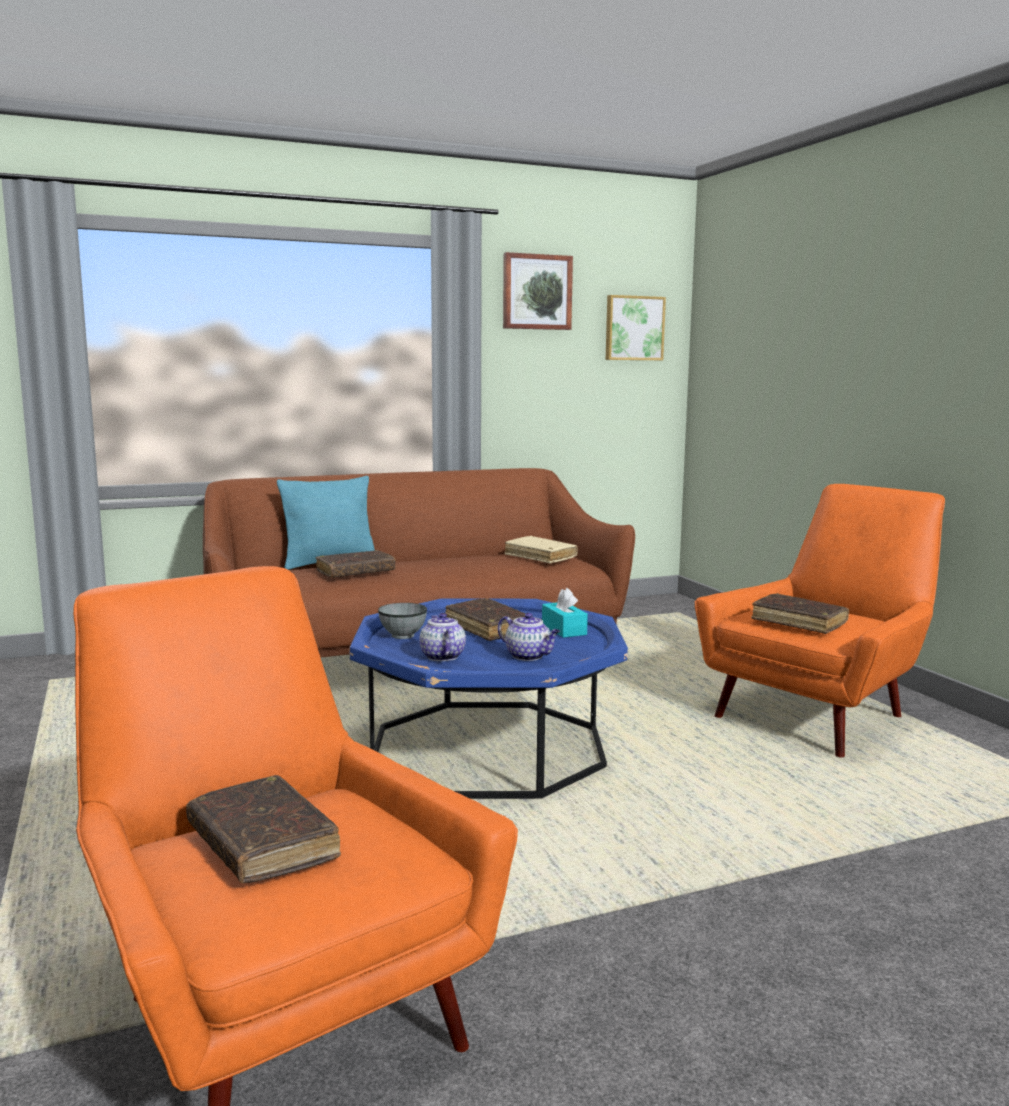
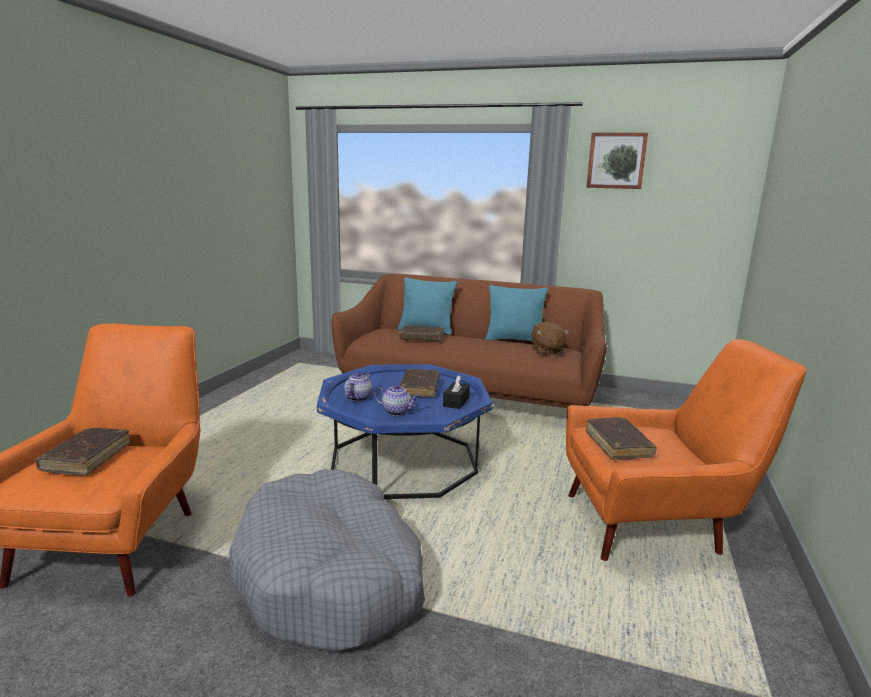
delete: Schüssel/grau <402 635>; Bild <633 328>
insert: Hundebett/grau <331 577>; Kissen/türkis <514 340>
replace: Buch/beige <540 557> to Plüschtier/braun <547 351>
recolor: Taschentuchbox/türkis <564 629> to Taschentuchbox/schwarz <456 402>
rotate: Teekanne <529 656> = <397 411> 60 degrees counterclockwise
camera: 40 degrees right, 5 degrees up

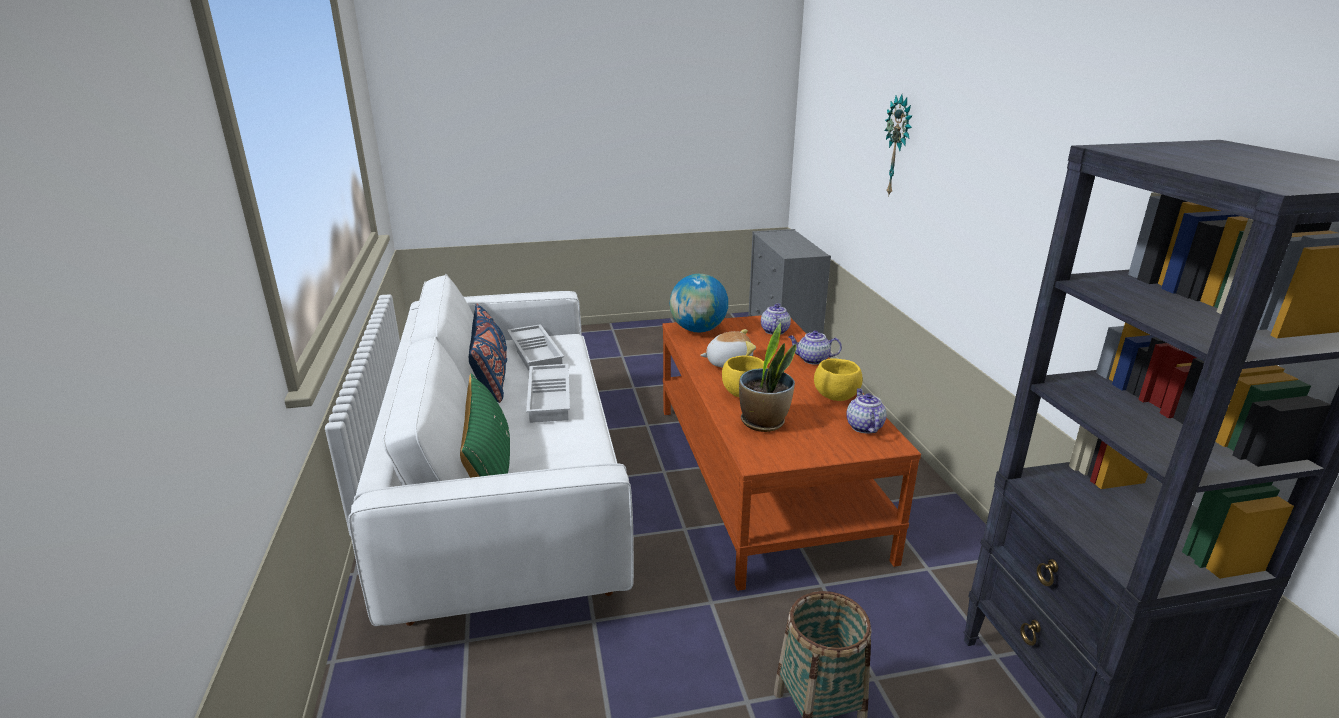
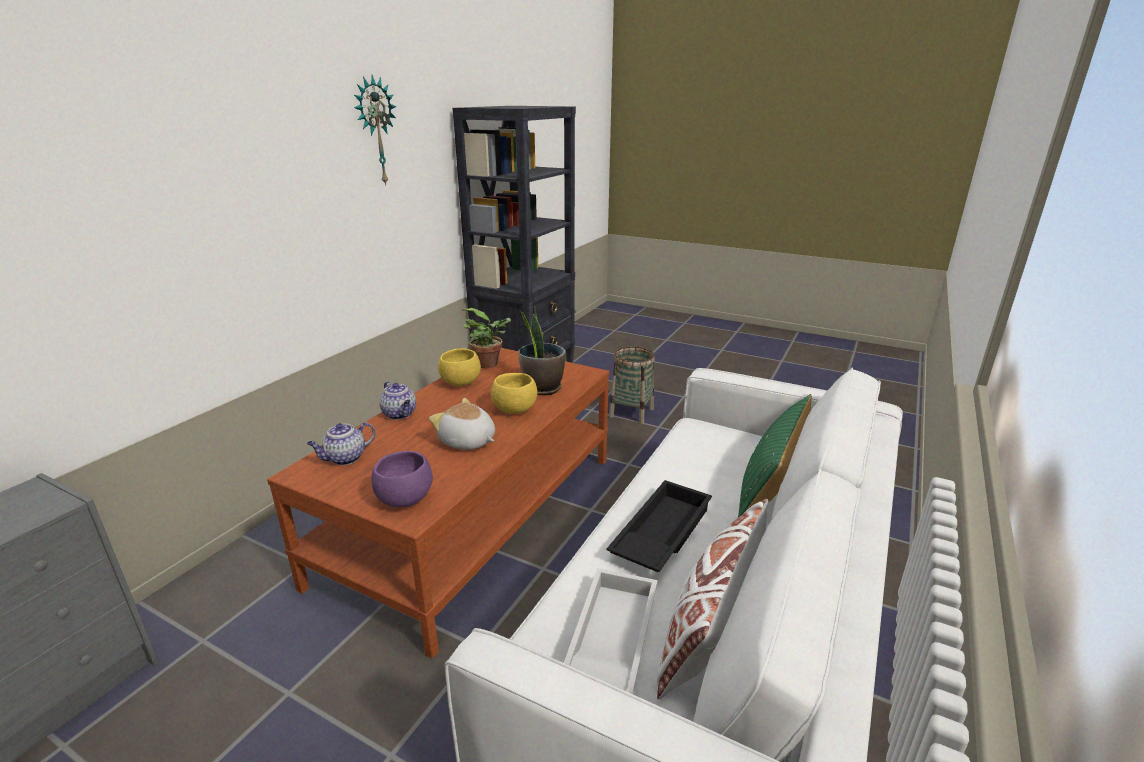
move: Wanduhr <899 146> to <375 132>
replace: Globus <698 330> to Schüssel/lila <405 500>; Teekanne <863 426> to Topfpflanze <490 364>
recolor: Kissen/blau <491 377> to Kissen/weiß <711 625>; Tablett/weiß <551 398> to Tablett/schwarz <660 533>
camera: 140 degrees left, 0 degrees up

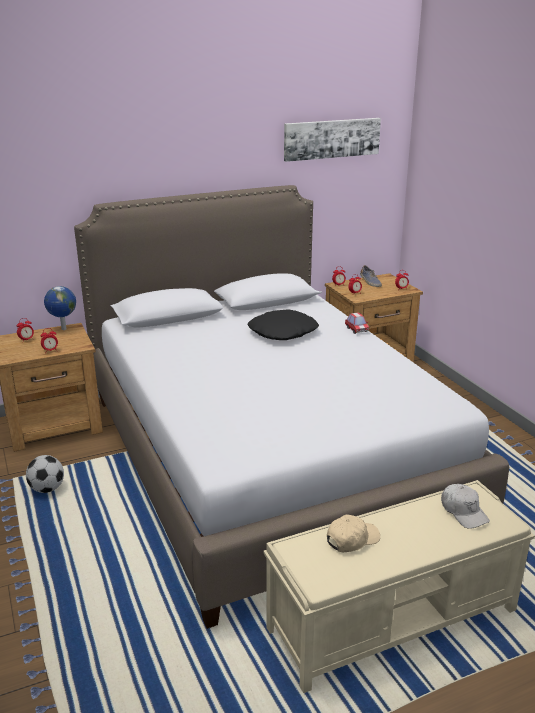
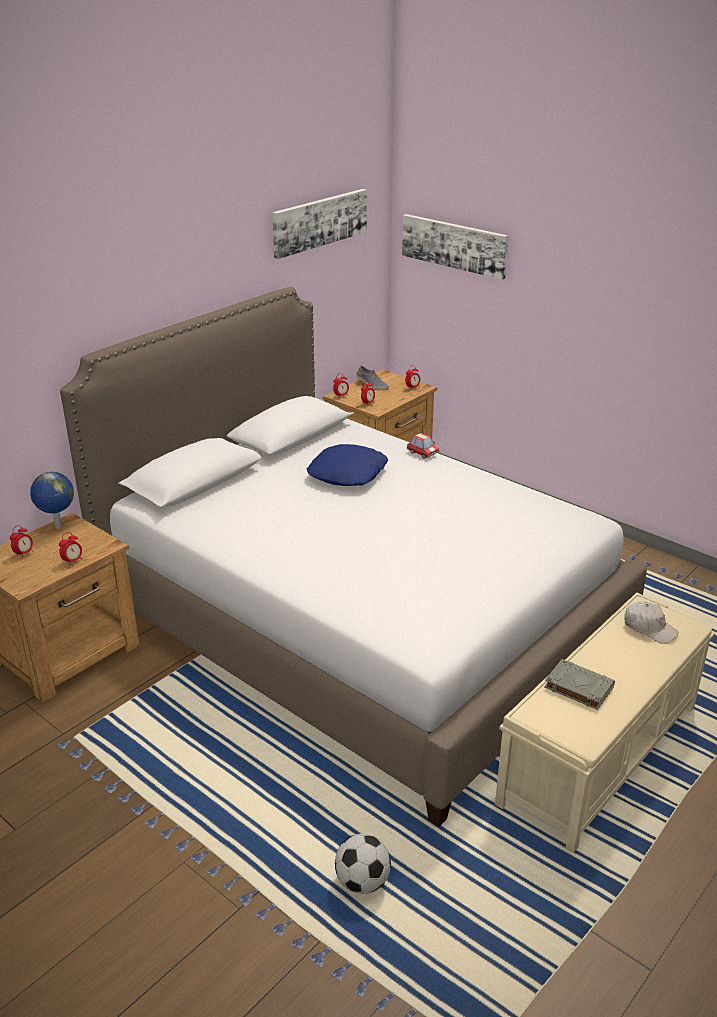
insert: Bild <454 245>
move: Fußball <47 489> to <362 882>
replace: Kappe/beige <352 539> to Buch/grau <578 687>
recolor: Kissen/schwarz <282 332> to Kissen/blau <347 473>
camera: 25 degrees left, 5 degrees up

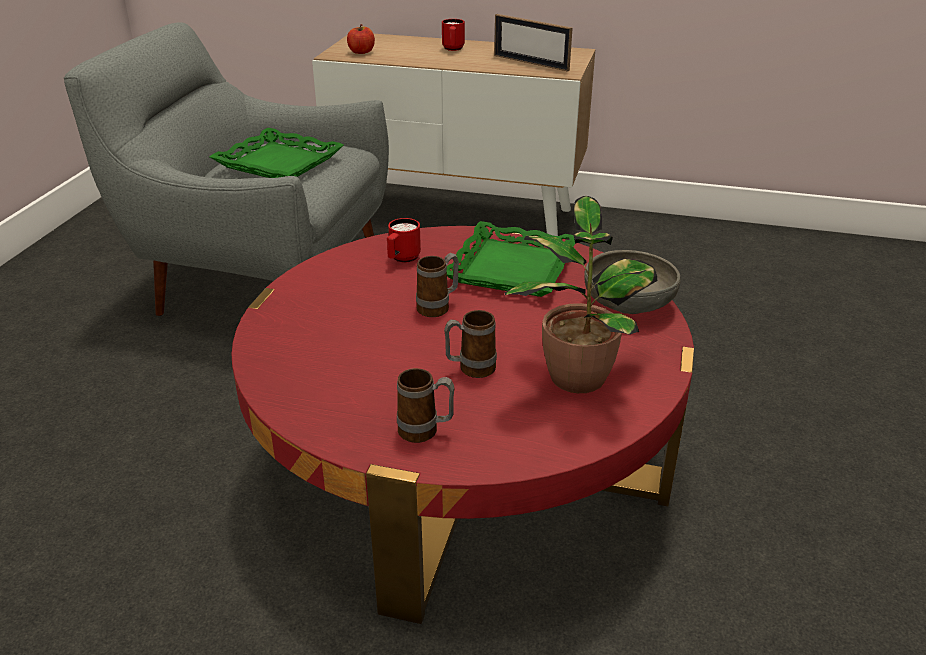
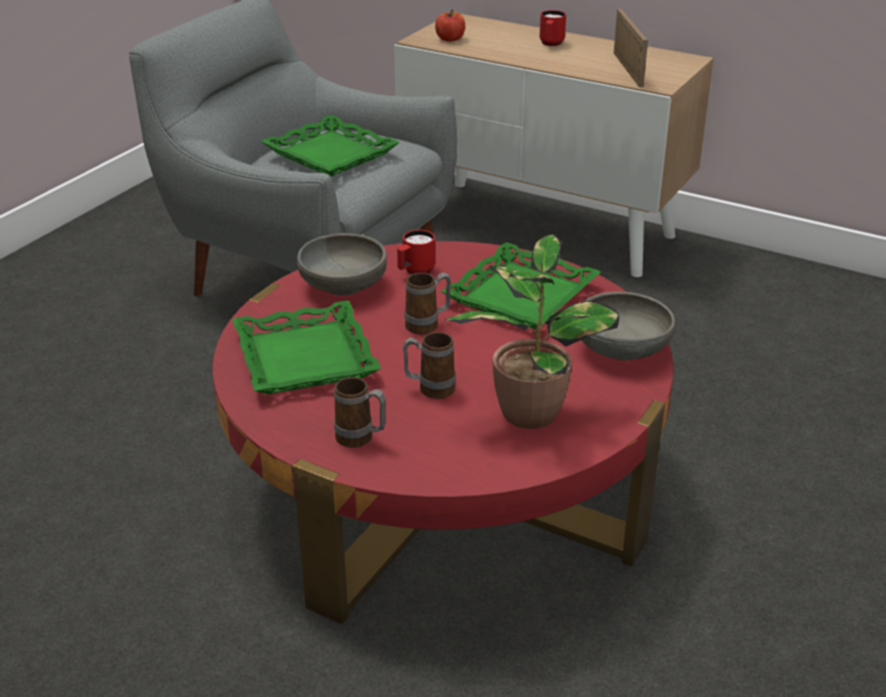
insert: Tablett/grün <304 358>; Schüssel/grau <343 285>
rotate: Bilderrahmen <531 63> = <627 69> 150 degrees counterclockwise
camera: 15 degrees right, 0 degrees up

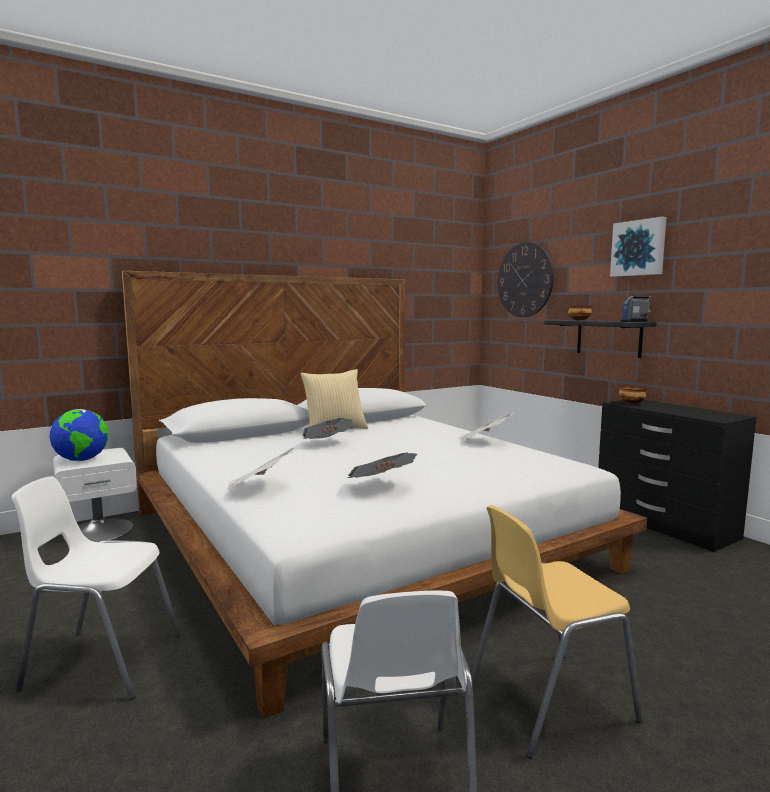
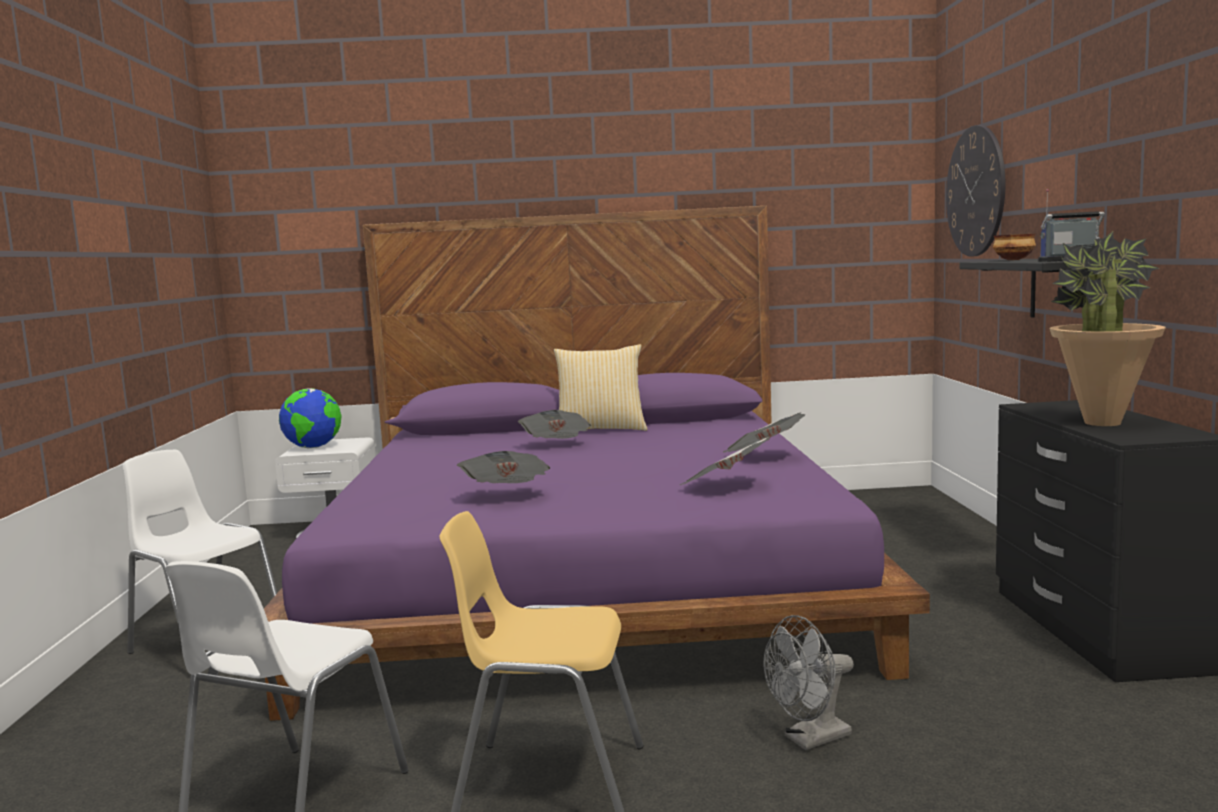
delete: Bild <639 248>; Schüssel <631 403>
insert: Ventilator/grau <810 739>; Topfpflanze <1102 423>
move: Zeitung <259 488> to <724 486>
recolor: Bett/weiß <359 538> to Bett/lila <586 578>
camera: 30 degrees right, 0 degrees up

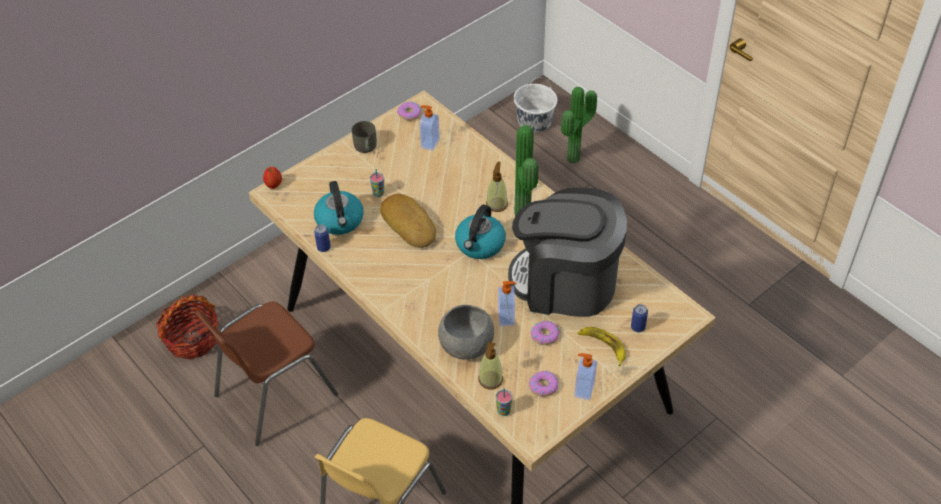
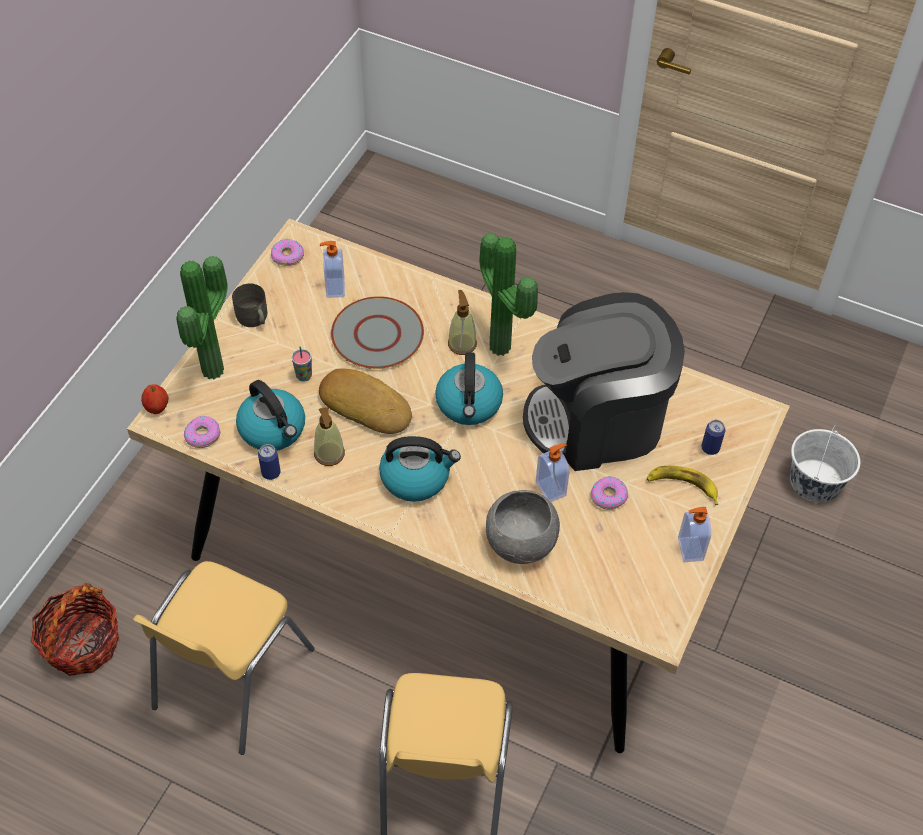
delete: Tasse <503 411>
insert: Teller/grau <378 335>; Wasserkessel <416 477>
move: Seifenspender <490 380> to <329 454>; Eimer/weiß <534 121> to <815 482>; Donut <543 386> to <202 435>; Topfpflanze <575 159> to <217 371>
recolor: Stuhl/braun <274 394> to Stuhl/gelb <230 678>
camera: 25 degrees left, 5 degrees up

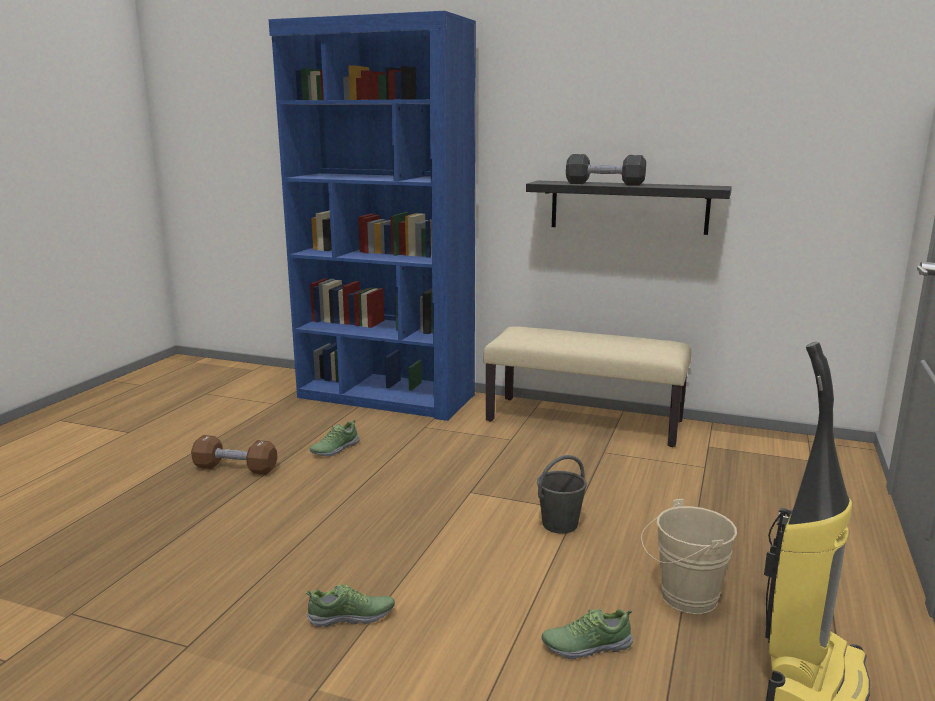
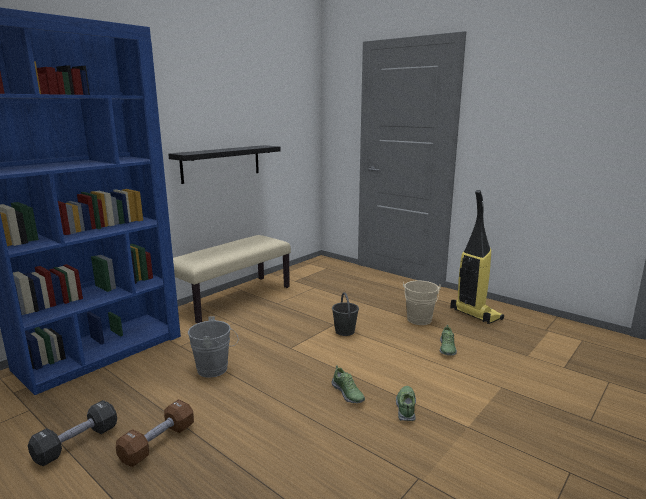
insert: Eimer/grau <216 369>
move: Schuh <334 449> to <348 394>; Hantel/schwarz <604 184> to <77 443>
camera: 70 degrees left, 0 degrees up

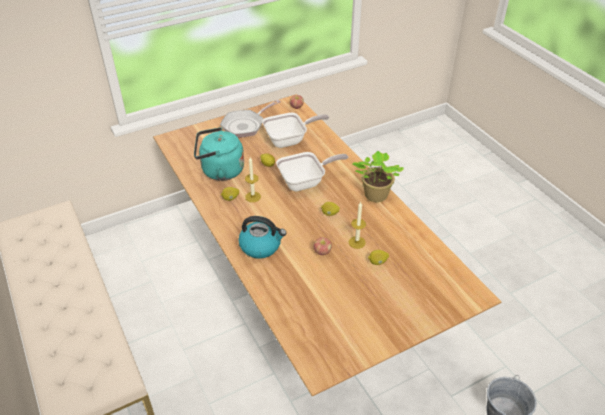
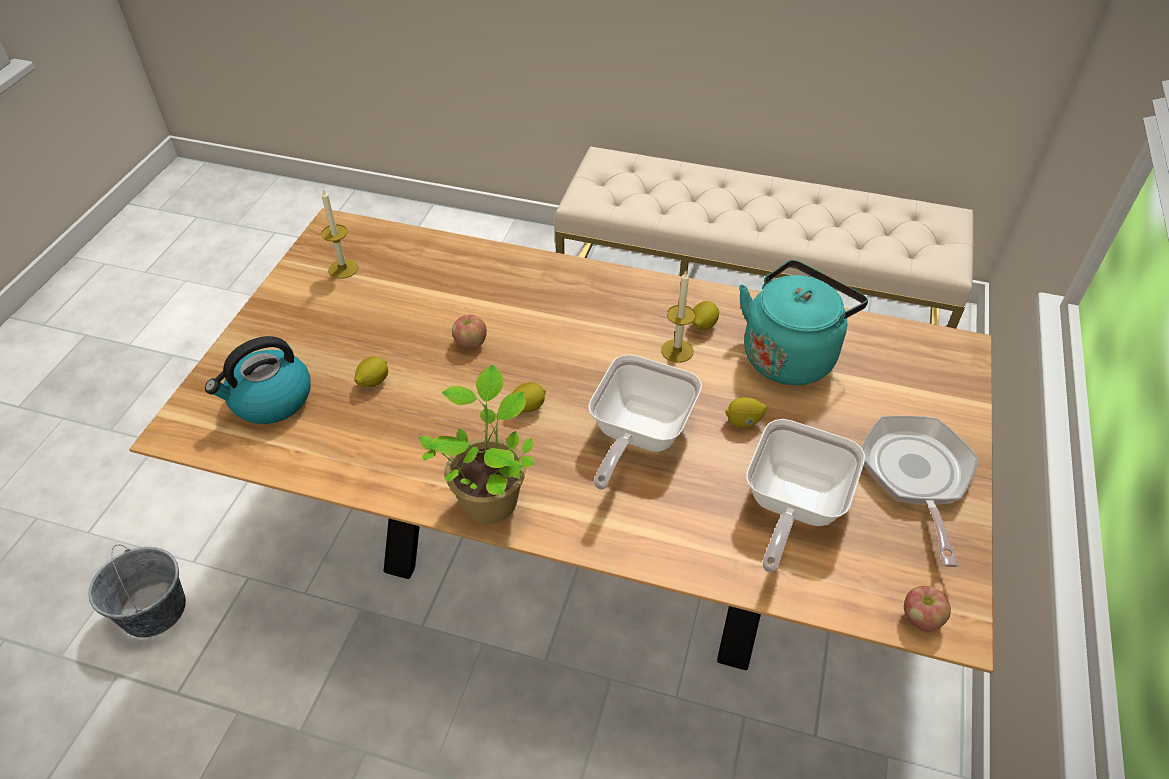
move: Wasserkessel <261 246> to <270 400>; Kerze <357 242> to <343 268>
camera: 135 degrees right, 5 degrees up

